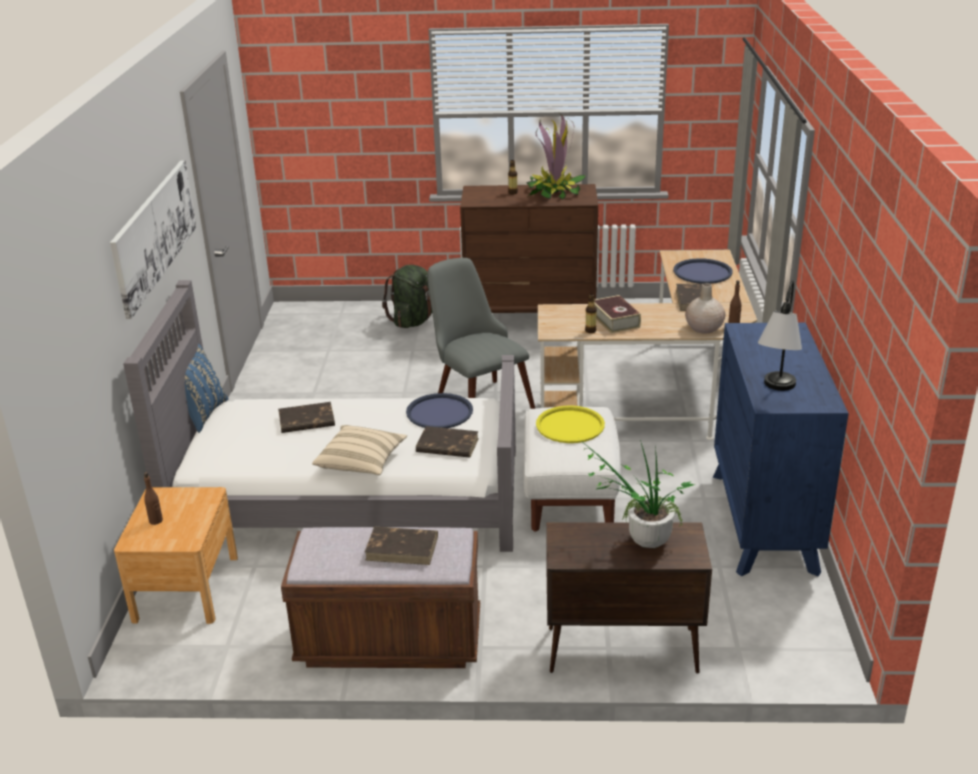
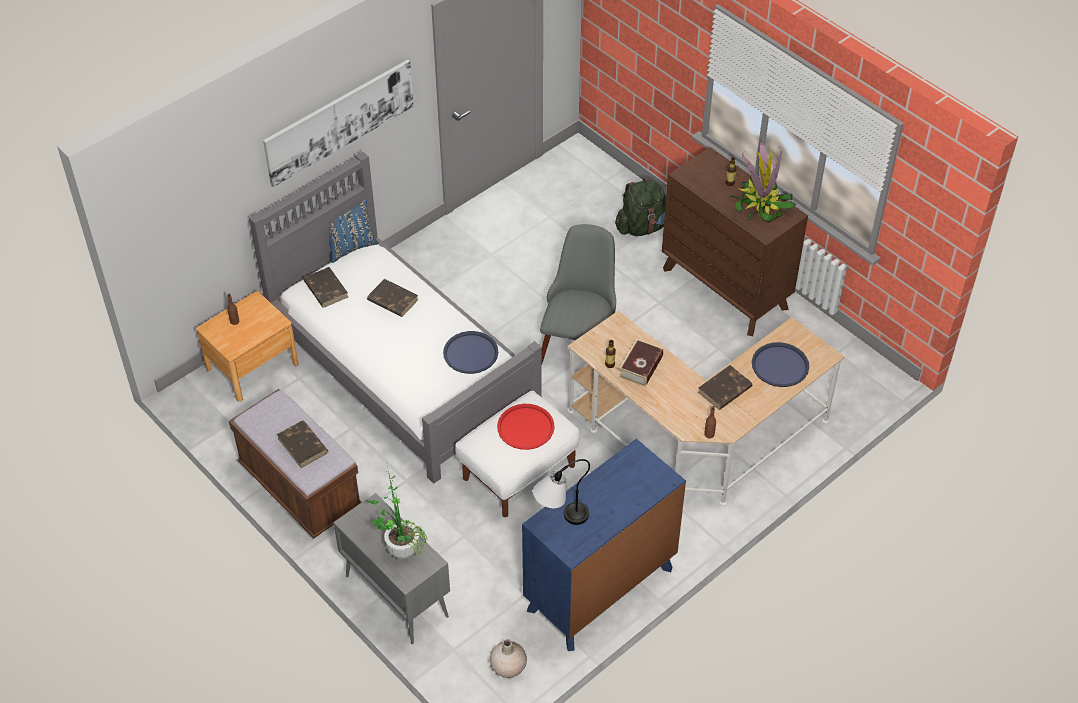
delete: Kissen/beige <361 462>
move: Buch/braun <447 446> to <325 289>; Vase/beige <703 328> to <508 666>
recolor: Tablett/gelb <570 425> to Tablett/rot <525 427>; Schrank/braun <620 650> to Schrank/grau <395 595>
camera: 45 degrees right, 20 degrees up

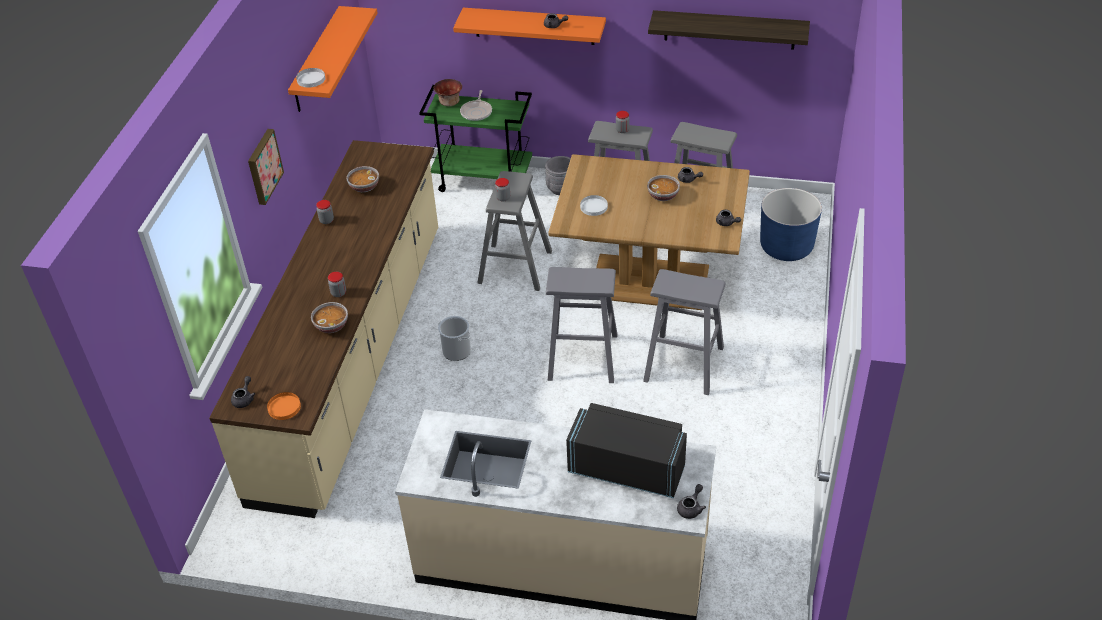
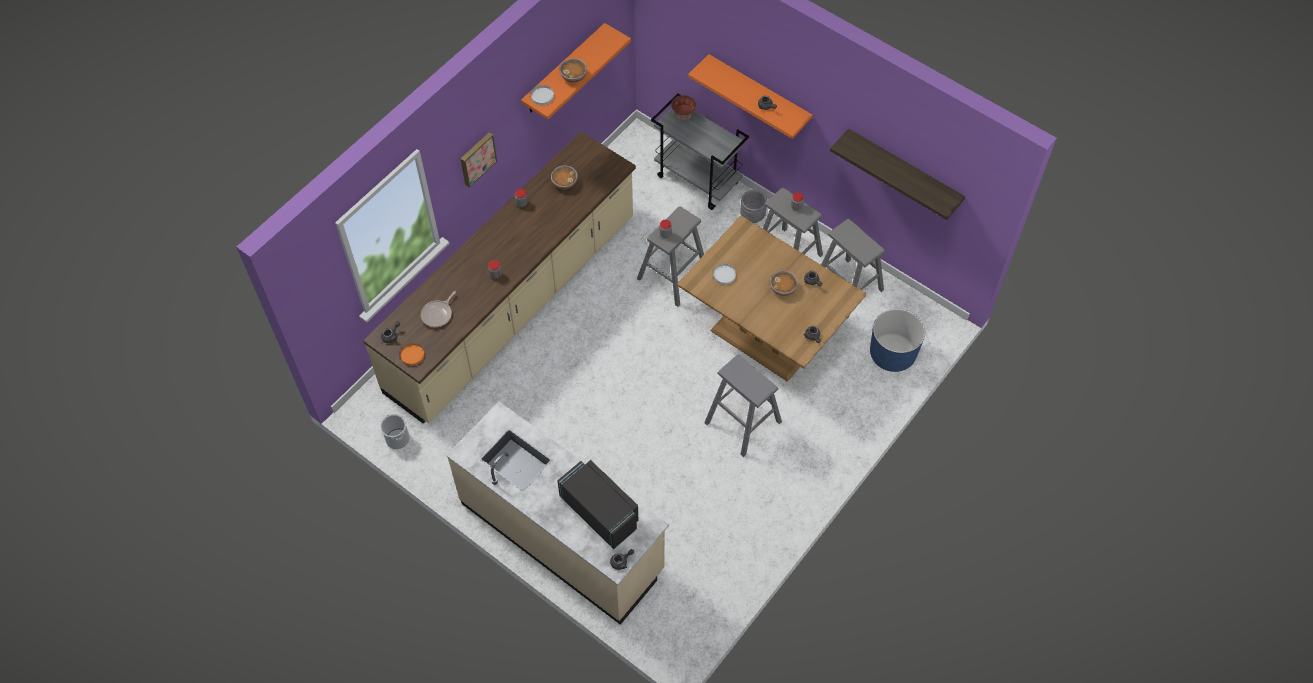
delete: Hocker/grau <582 357>
move: Schüssel <332 325> to <574 76>; Eimer <456 351> to <397 438>; Pfanne <477 112> to <438 314>
recolor: Rollwagen/grün <484 180> to Rollwagen/grau <698 180>
camera: 25 degrees right, 15 degrees up

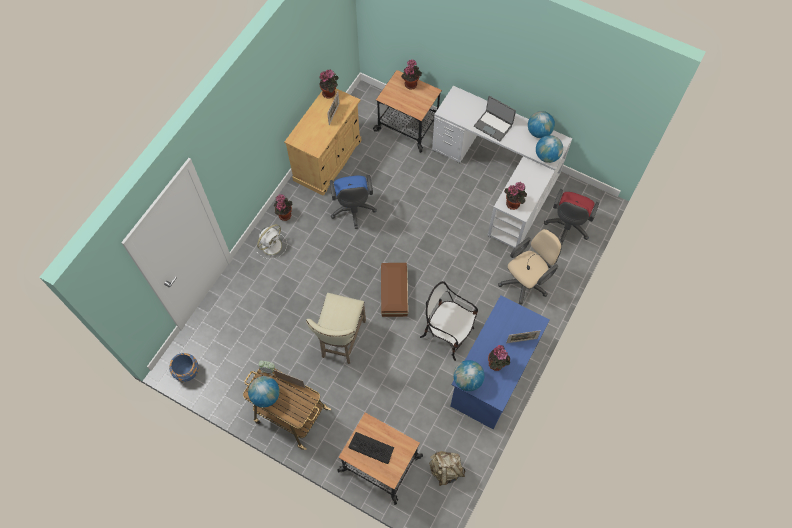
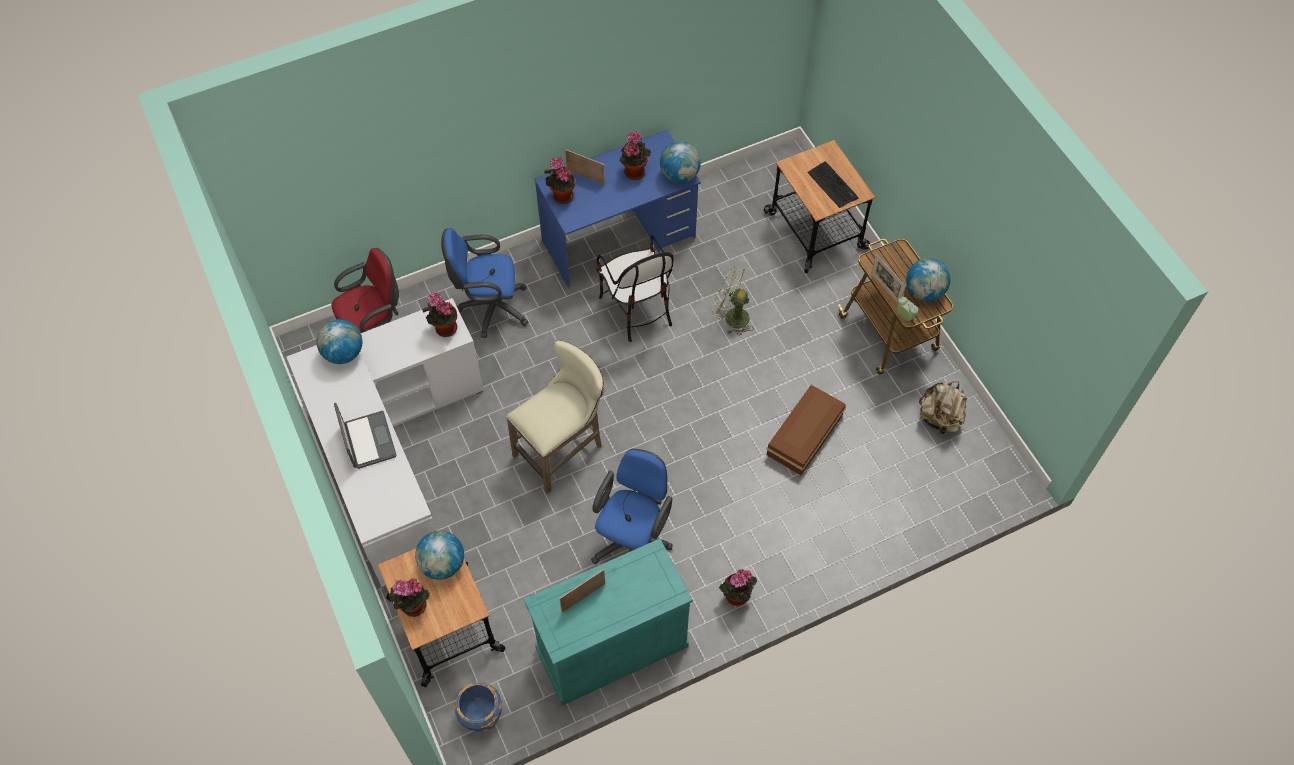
delete: Ventilator/weiß <272 245>
insert: Ventilator/grün <731 317>
move: Pflanzkübel/blau <187 372> to <481 714>; Hocker/beige <341 341> to <563 450>; Topfpflanze <330 93> to <561 195>; Aufbewahrungsbox/braun <393 293> to <806 434>; Rucksack/beige <446 470> to <939 418>; Globus <539 132> to <442 564>
recolor: Schrank/beige <328 160> to Schrank/türkis <611 646>; Bürostuhl/beige <526 282> to Bürostuhl/blau <490 308>
camera: 145 degrees left, 5 degrees down

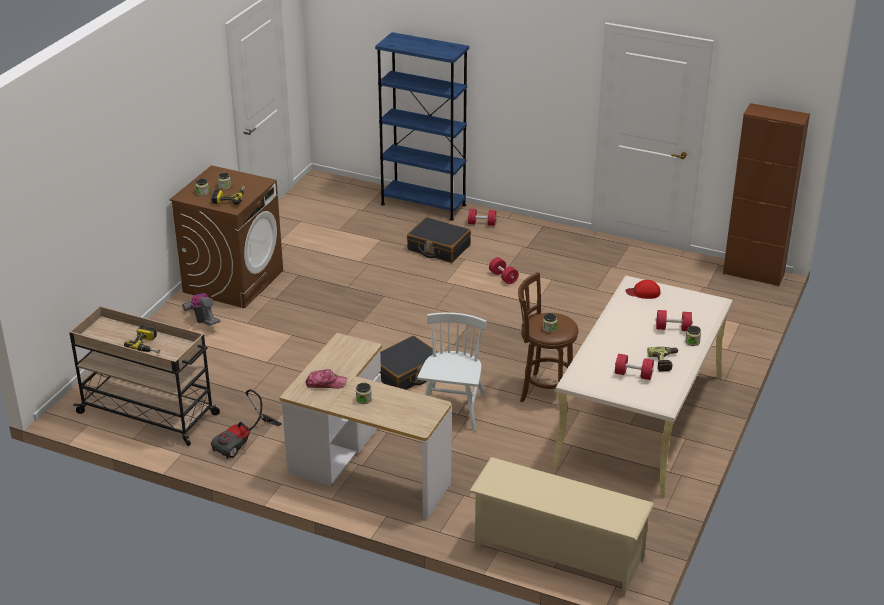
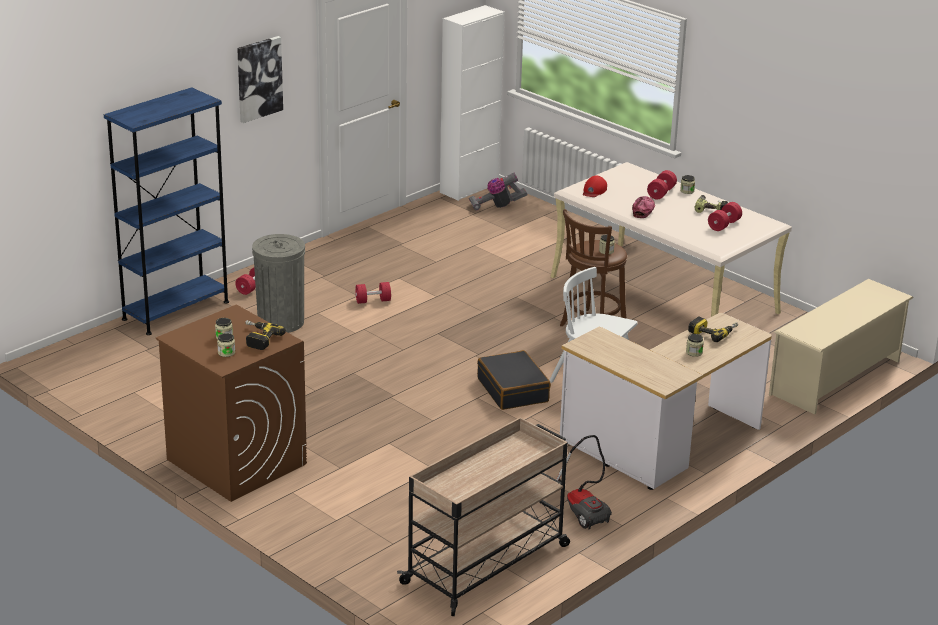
insert: Bild <259 78>
move: Bohrmaschine <148 345> to <713 332>; Staubsauger <203 320> to <497 206>; Kappe <326 383> to <643 210>
replace: Koffer/schwarz <438 248> to Mülleimer/grau <281 322>
recolor: Schrank/braun <753 274> to Schrank/weiß <469 188>
camera: 70 degrees left, 5 degrees down

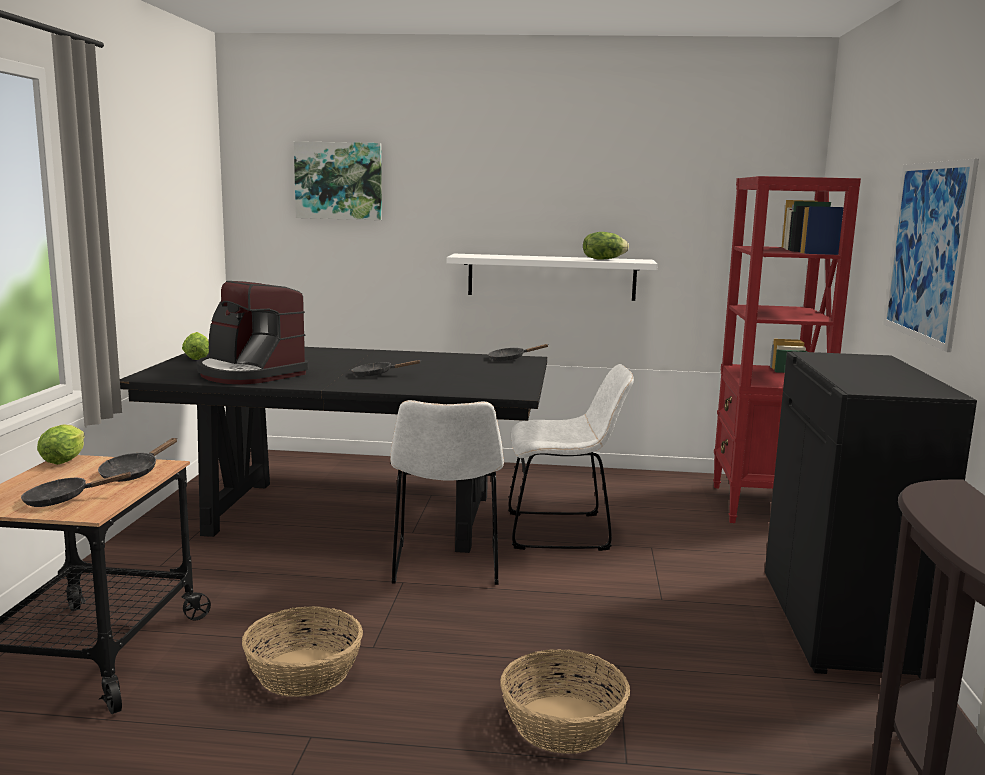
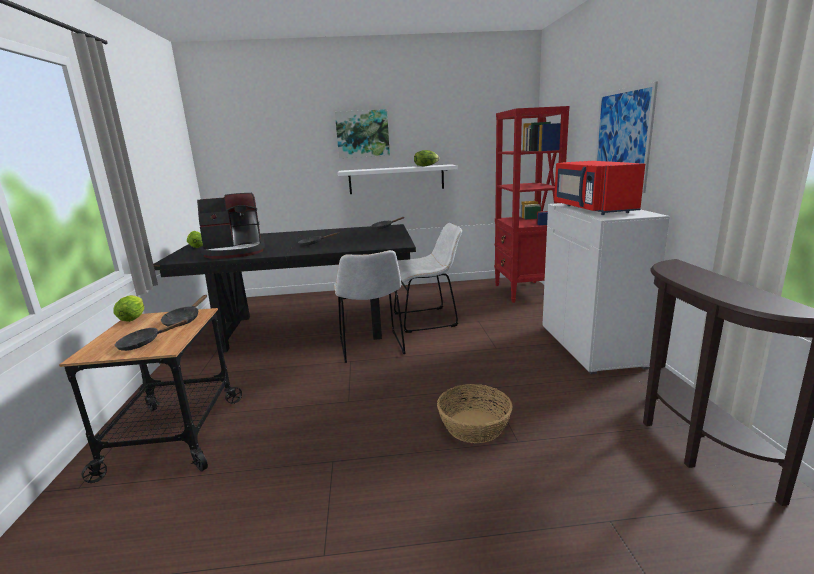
delete: Korb <303 672>
insert: Mikrowelle/rot <591 209>
move: Bild <339 181> to <362 134>
recolor: Schrank/schwarz <842 623> to Schrank/weiß <591 346>
rotate: Kaffeemaschine <249 373> = <235 251> 45 degrees counterclockwise
camera: 10 degrees left, 5 degrees up

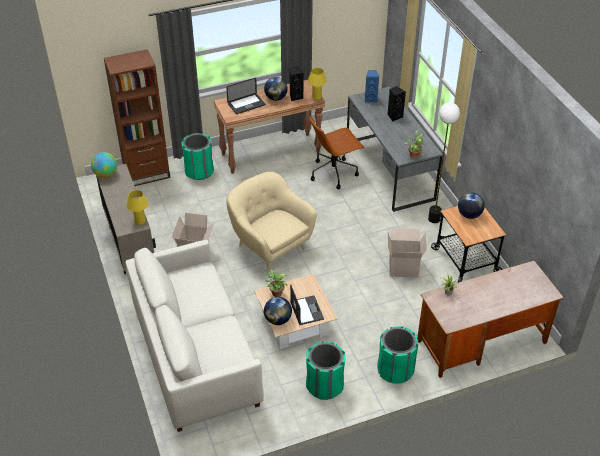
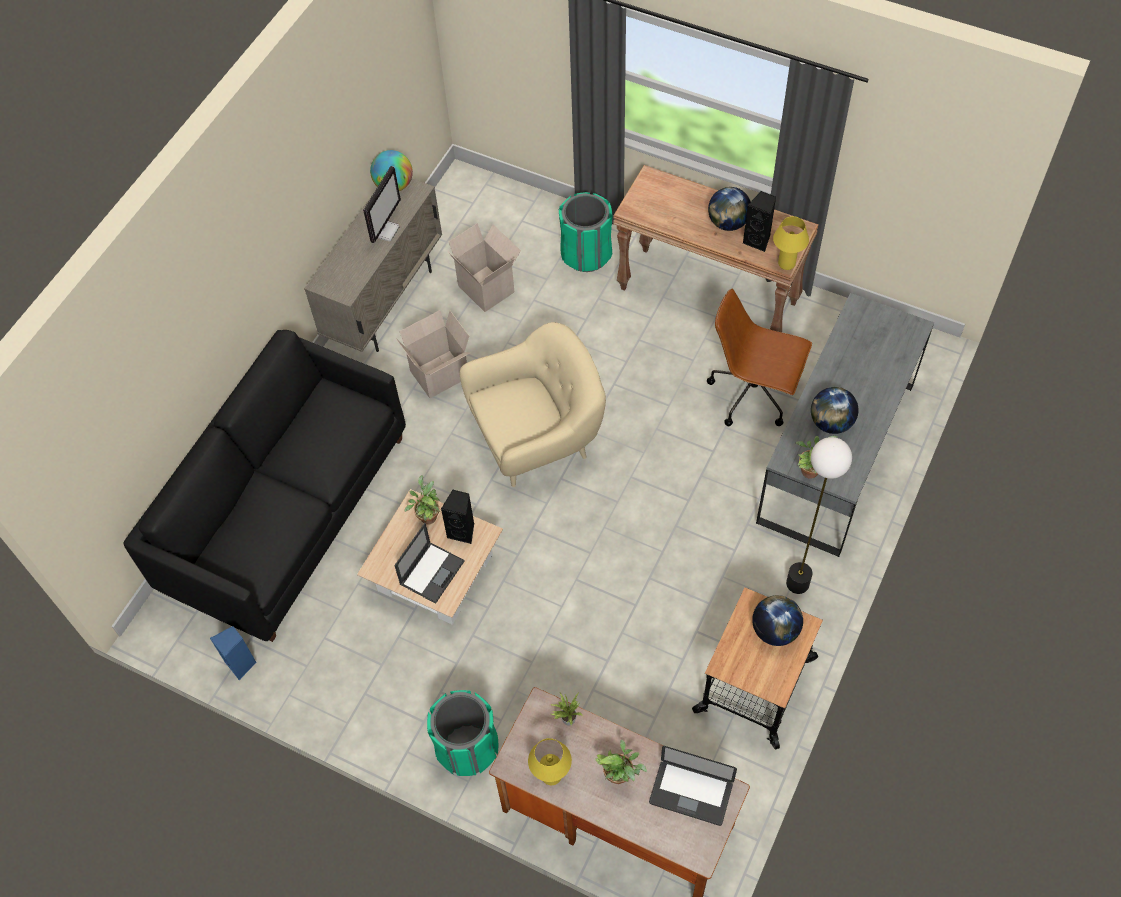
delete: Bücherregal/braun <146 174>; Mülleimer/grün <324 385>
insert: Monitor <385 230>; Topfpflanze <620 774>
move: Tischlampe/gelb <140 221> to <551 775>; Laptop <246 104> to <691 793>; Globus <278 320> to <831 423>; Lautsprecher/blau <370 99> to <241 664>; Lautsprecher/schwarz <394 116> to <462 531>; Karton <404 267> to <488 288>
recolor: Sofa/weiß <195 355> to Sofa/schwarz <286 513>
rotate: Sessel/beige <270 246> = <537 439> 60 degrees clockwise
camera: 50 degrees right, 15 degrees up

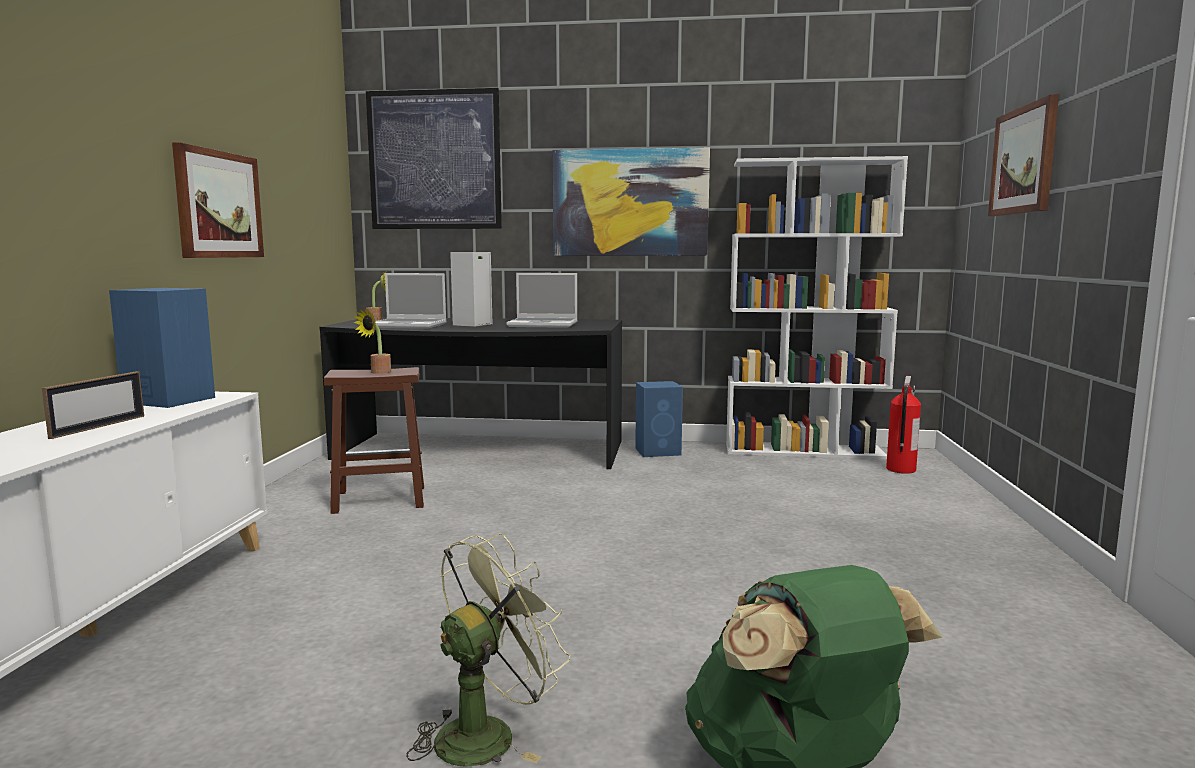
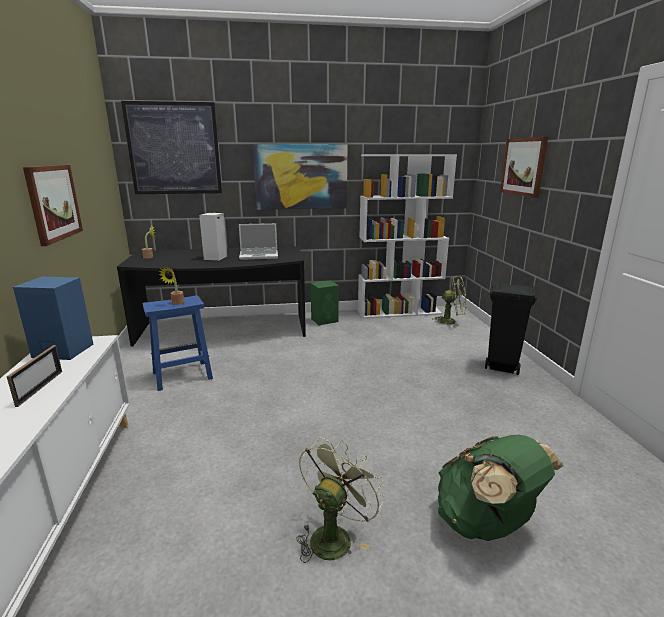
delete: Laptop <409 325>
insert: Mülleimer/schwarz <501 367>
replace: Feuerlöscher <900 470> to Ventilator/grün <451 321>
recolor: Hocker/braun <378 500> to Hocker/blau <181 376>; Lautsprecher/blau <659 451> to Lautsprecher/grün <325 320>
camera: 15 degrees left, 10 degrees up

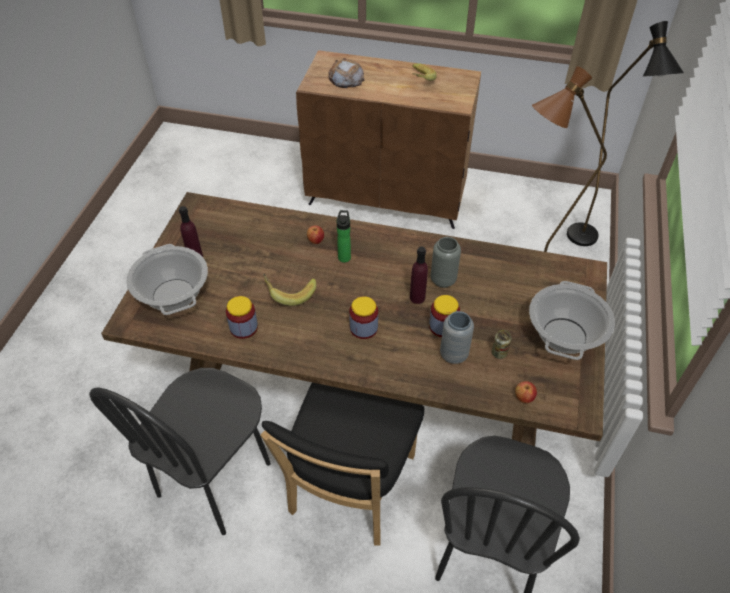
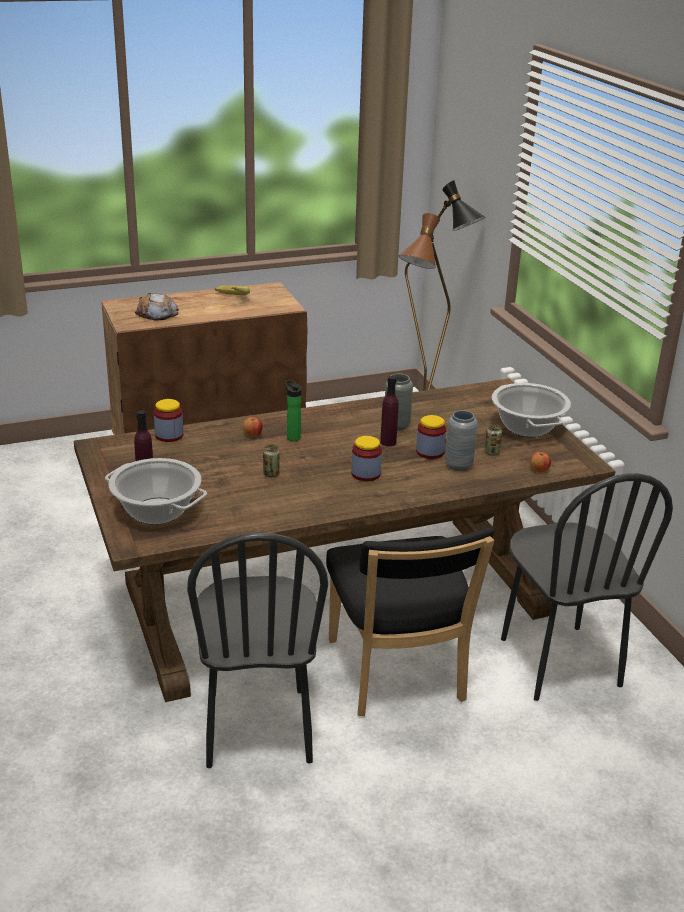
move: Vorratsglas <243 327> to <169 435>
replace: Banane <289 292> to Dose <271 474>
camera: 35 degrees left, 20 degrees down

